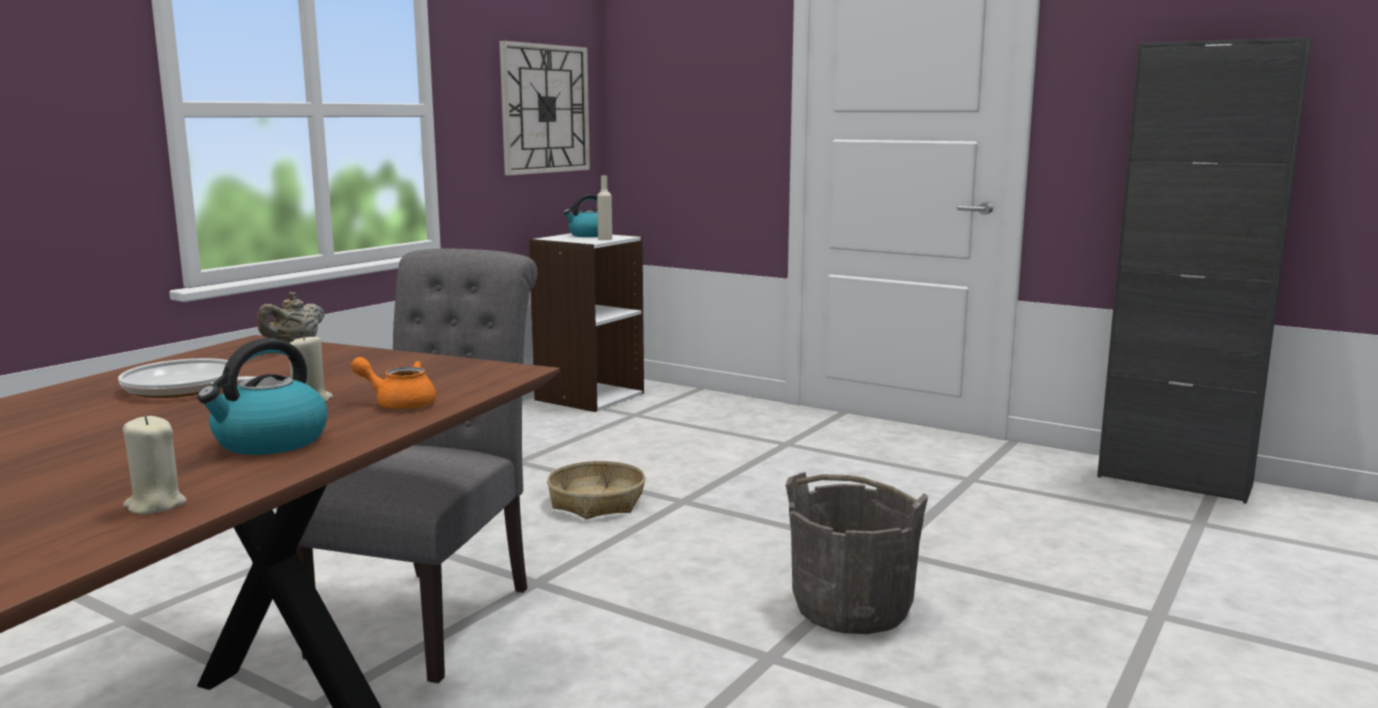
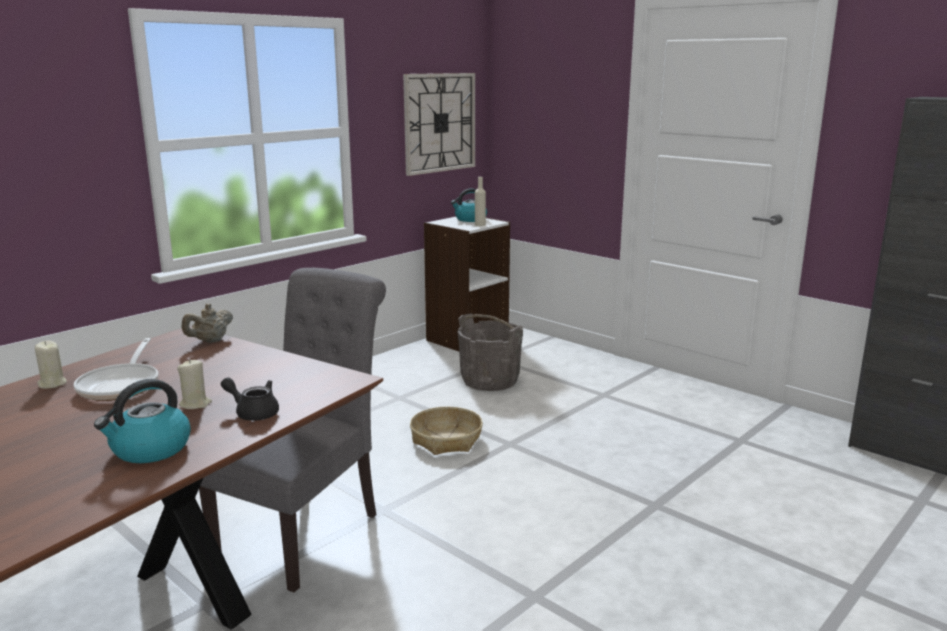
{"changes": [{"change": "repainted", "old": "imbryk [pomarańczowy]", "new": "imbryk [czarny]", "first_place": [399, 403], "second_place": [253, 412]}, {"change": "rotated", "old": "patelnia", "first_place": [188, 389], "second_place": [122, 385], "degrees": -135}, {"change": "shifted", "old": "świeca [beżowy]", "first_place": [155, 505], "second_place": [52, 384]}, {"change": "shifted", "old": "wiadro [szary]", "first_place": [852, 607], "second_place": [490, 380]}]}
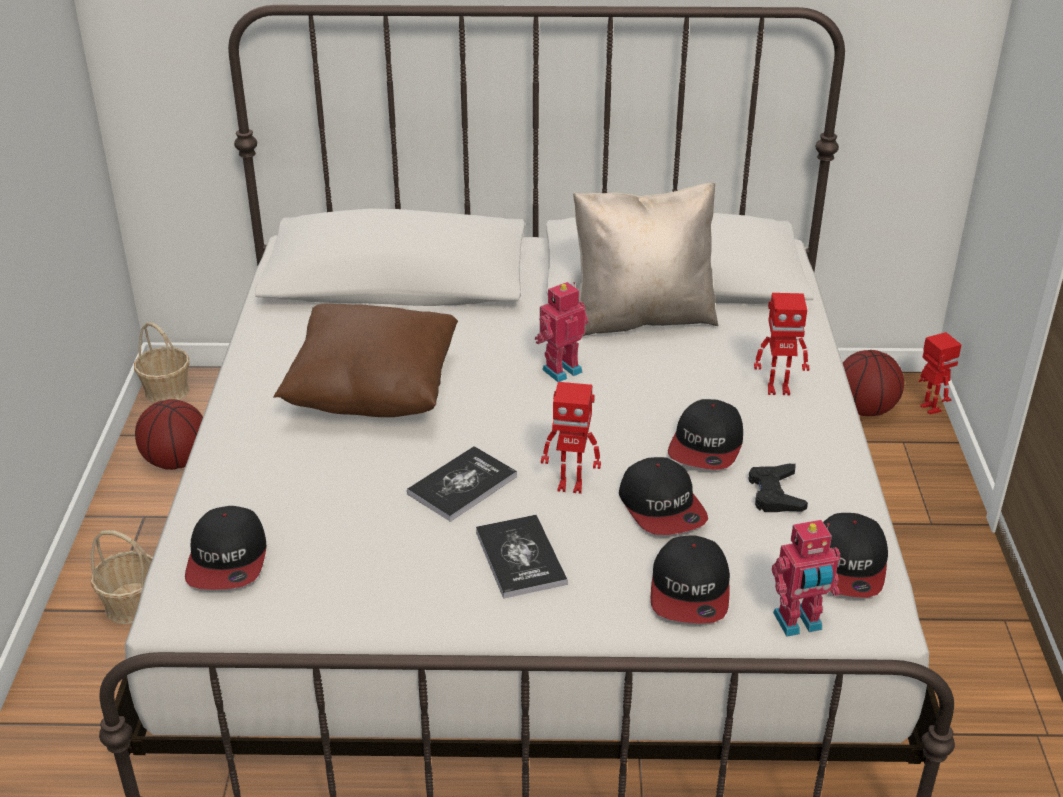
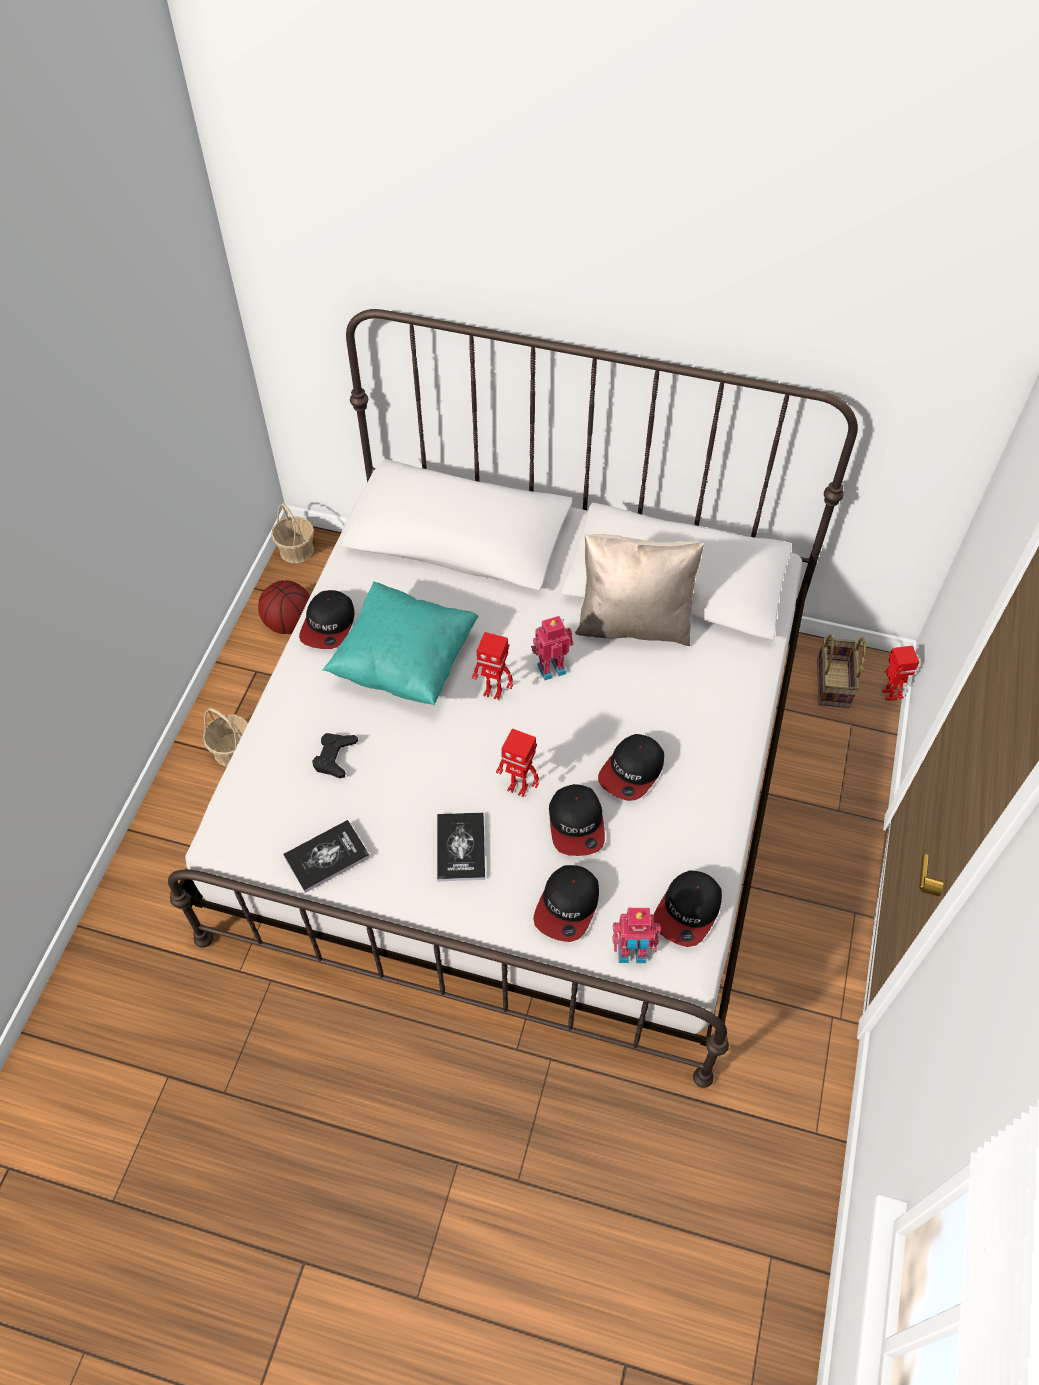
{"changes": [{"change": "shifted", "old": "robot zabawkowy", "first_place": [778, 389], "second_place": [493, 692]}, {"change": "repainted", "old": "poduszka [brązowy]", "new": "poduszka [turkusowy]", "first_place": [373, 393], "second_place": [405, 662]}, {"change": "swapped", "old": "piłka do koszykówki", "new": "koszyk", "first_place": [865, 410], "second_place": [834, 684]}, {"change": "shifted", "old": "książka", "first_place": [462, 485], "second_place": [327, 856]}, {"change": "shifted", "old": "pad do gier [czarny]", "first_place": [775, 494], "second_place": [335, 757]}, {"change": "shifted", "old": "czapka z daszkiem", "first_place": [228, 559], "second_place": [328, 625]}]}
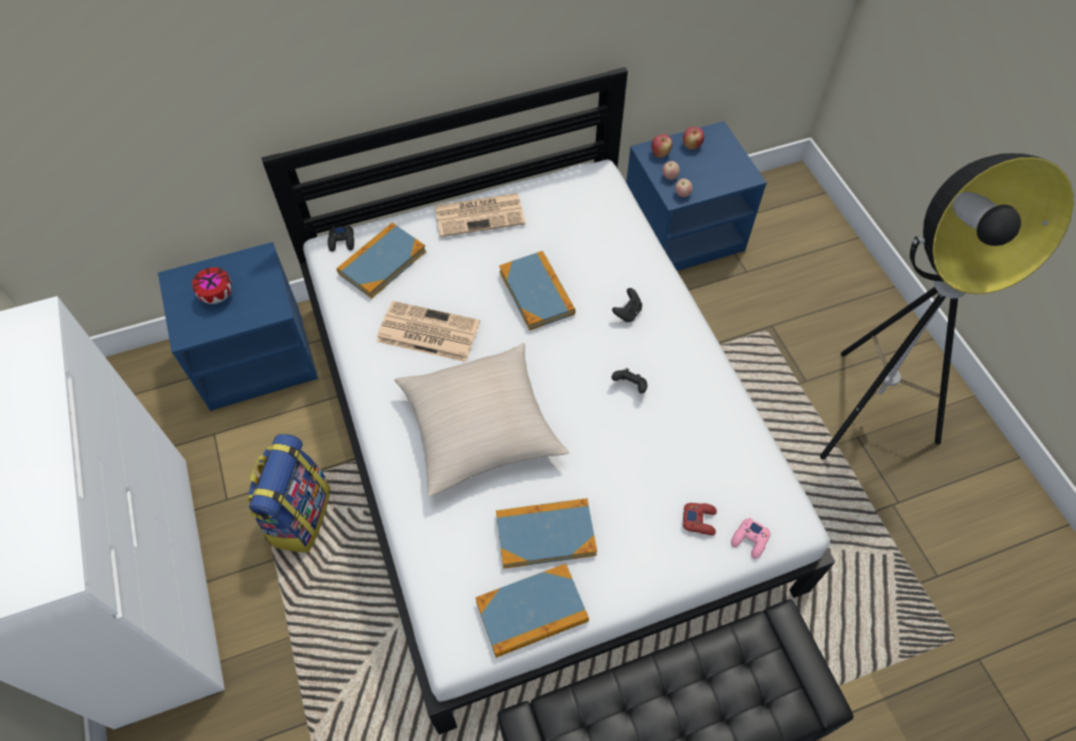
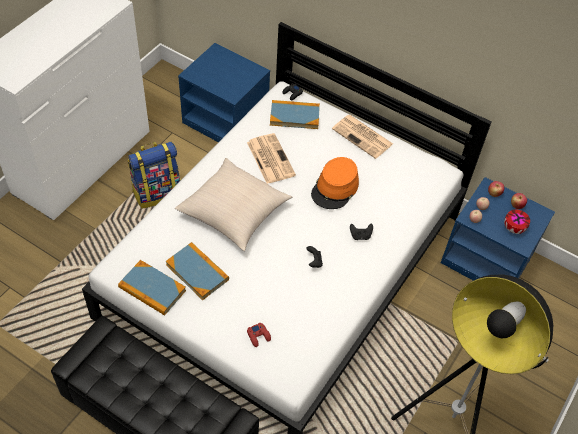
{"changes": [{"change": "swapped", "old": "książka", "new": "kapelusz [pomarańczowy]", "first_place": [536, 292], "second_place": [335, 188]}, {"change": "shifted", "old": "miska", "first_place": [217, 296], "second_place": [513, 228]}, {"change": "gone", "old": "pad do gier [różowy]", "first_place": [750, 540]}]}
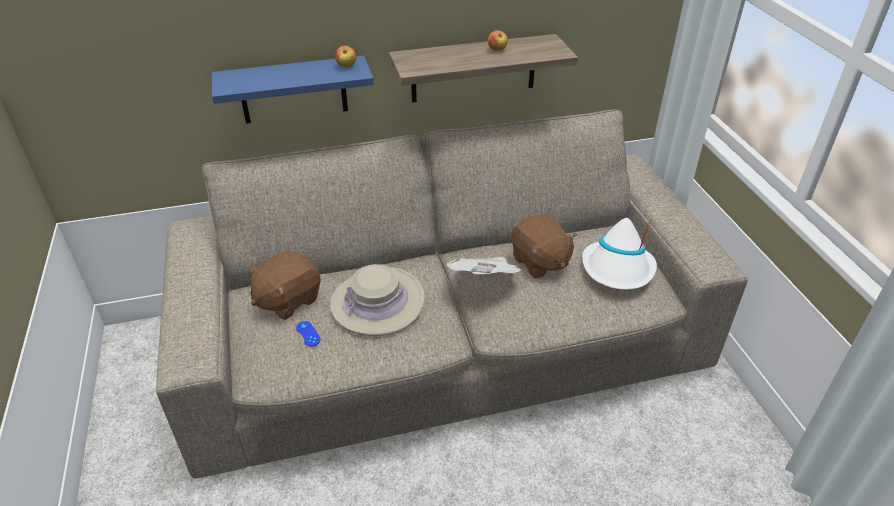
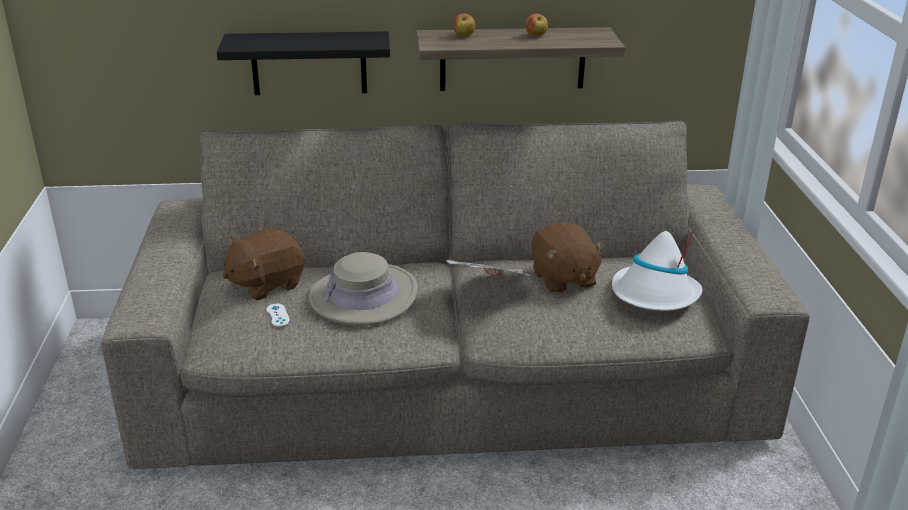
{"changes": [{"change": "shifted", "old": "jabłko", "first_place": [346, 66], "second_place": [464, 35]}, {"change": "repainted", "old": "półka [niebieski]", "new": "półka [czarny]", "first_place": [293, 90], "second_place": [309, 63]}, {"change": "repainted", "old": "pad do gier [niebieski]", "new": "pad do gier [biały]", "first_place": [308, 334], "second_place": [278, 315]}]}
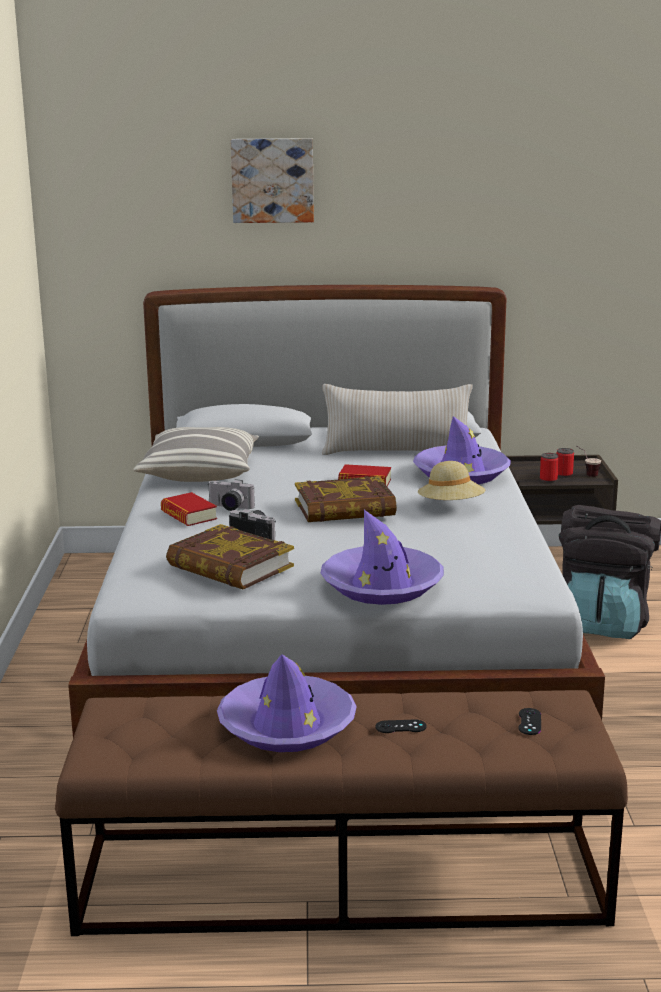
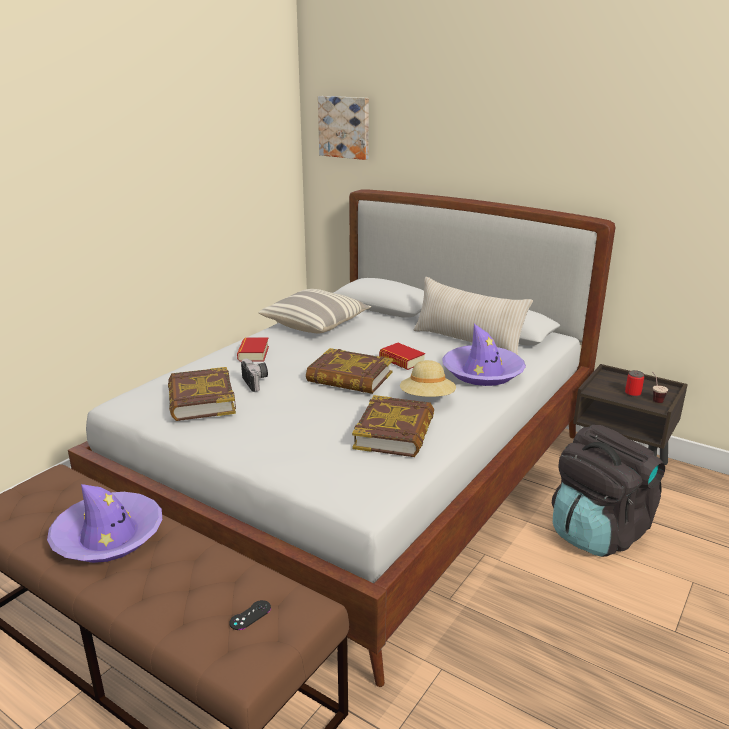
{"changes": [{"change": "shifted", "old": "obraz", "first_place": [272, 180], "second_place": [345, 127]}, {"change": "gone", "old": "puszka", "first_place": [548, 480]}, {"change": "gone", "old": "aparat fotograficzny", "first_place": [229, 508]}, {"change": "gone", "old": "kapelusz [fioletowy]", "first_place": [382, 586]}, {"change": "gone", "old": "pad do gier [czarny]", "first_place": [400, 727]}, {"change": "new", "new": "książka", "second_place": [395, 432]}]}
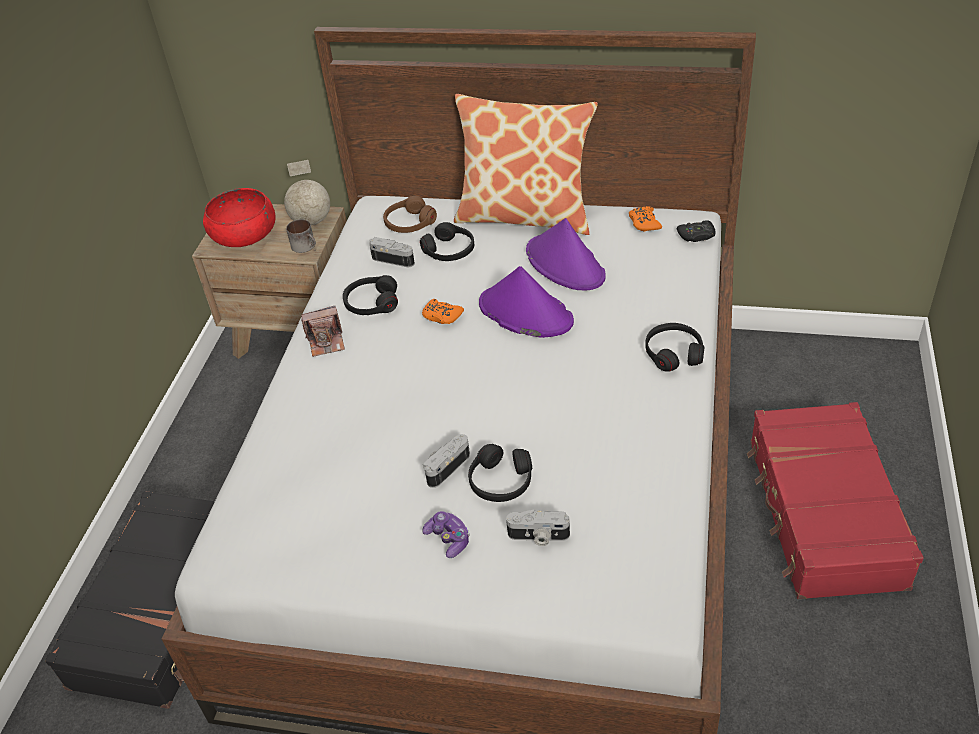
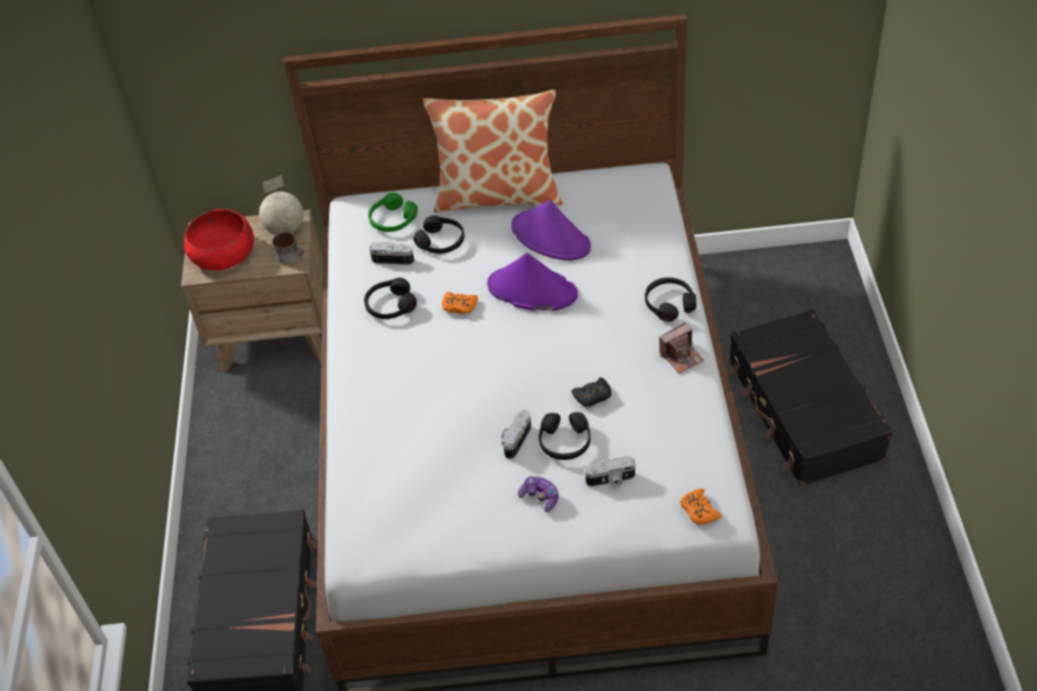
{"changes": [{"change": "repainted", "old": "słuchawki [brązowy]", "new": "słuchawki [zielony]", "first_place": [409, 223], "second_place": [392, 220]}, {"change": "shifted", "old": "pad do gier [pomarańczowy]", "first_place": [644, 223], "second_place": [699, 510]}, {"change": "shifted", "old": "pad do gier [czarny]", "first_place": [696, 235], "second_place": [593, 396]}, {"change": "shifted", "old": "aparat fotograficzny", "first_place": [326, 342], "second_place": [681, 356]}, {"change": "repainted", "old": "walizka [czerwony]", "new": "walizka [czarny]", "first_place": [823, 513], "second_place": [803, 410]}]}
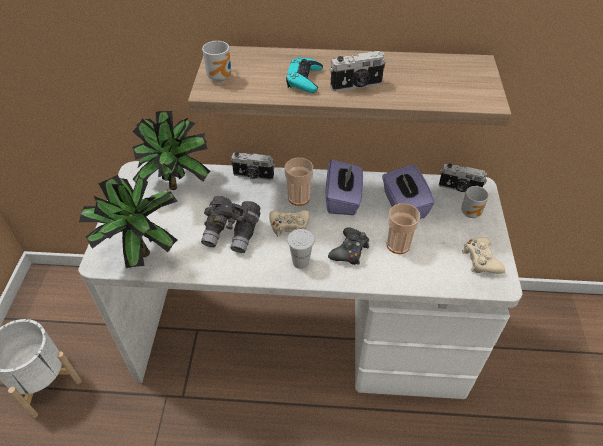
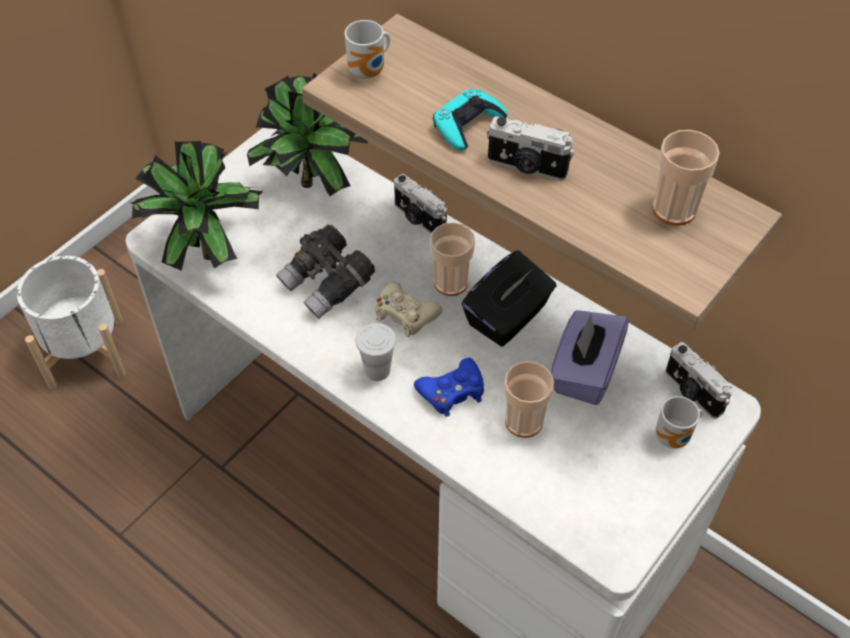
{"changes": [{"change": "repainted", "old": "pudełko chusteczek [fioletowy]", "new": "pudełko chusteczek [czarny]", "first_place": [343, 199], "second_place": [508, 317]}, {"change": "repainted", "old": "pad do gier [czarny]", "new": "pad do gier [niebieski]", "first_place": [349, 250], "second_place": [452, 392]}, {"change": "gone", "old": "pad do gier [beżowy]", "first_place": [481, 260]}, {"change": "new", "new": "filiżanka", "second_place": [674, 209]}]}
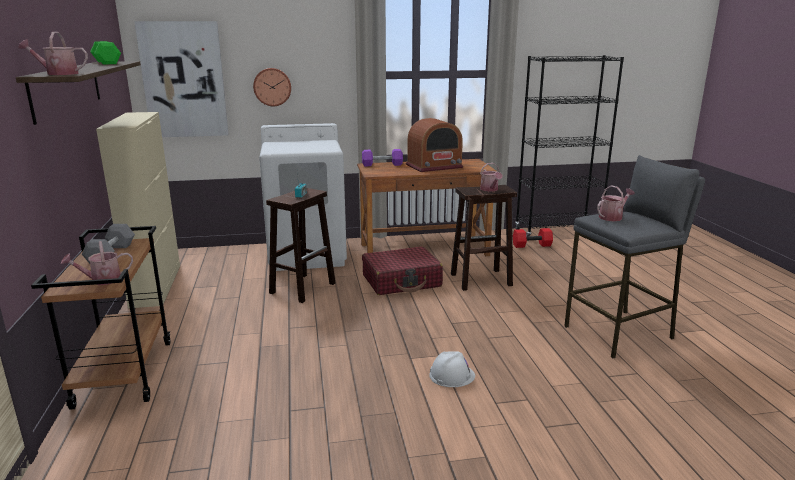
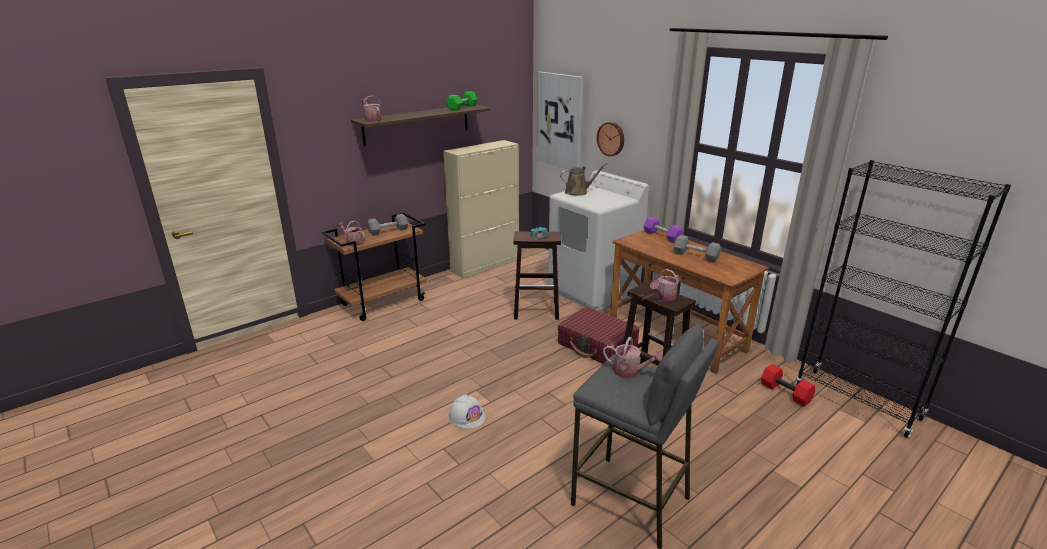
{"changes": [{"change": "swapped", "old": "radio", "new": "hantel [szary]", "first_place": [434, 166], "second_place": [695, 256]}, {"change": "new", "new": "konewka [brązowy]", "second_place": [578, 192]}]}
